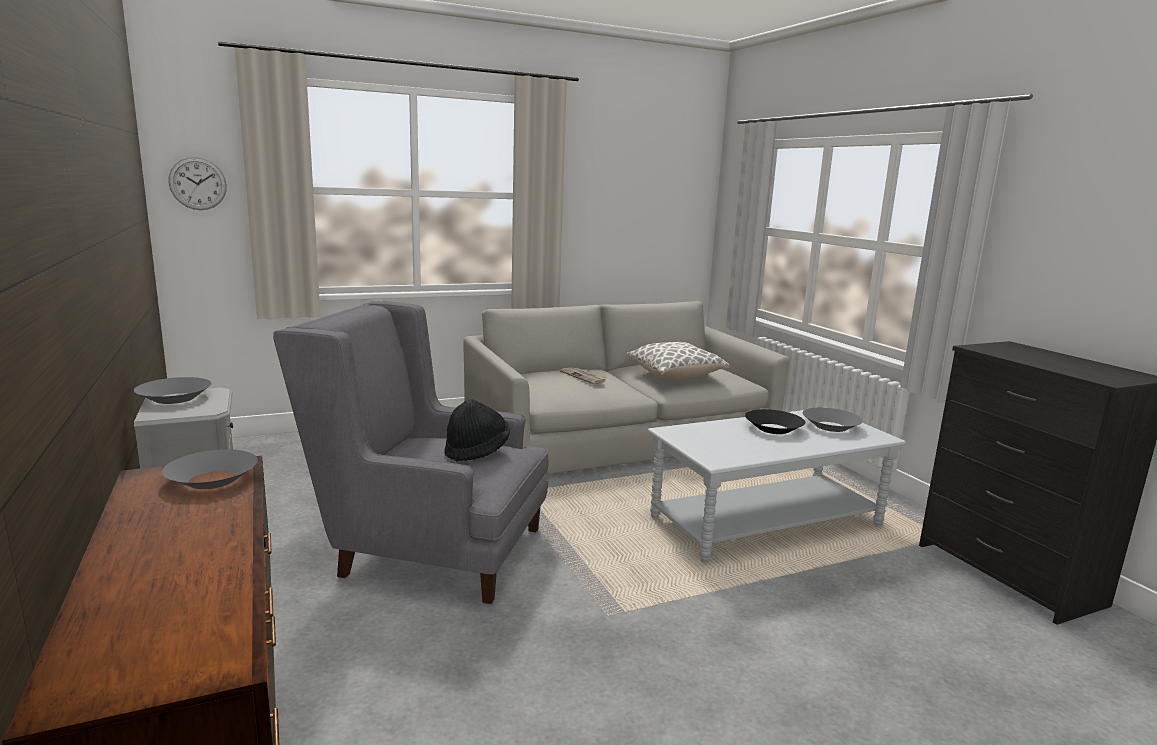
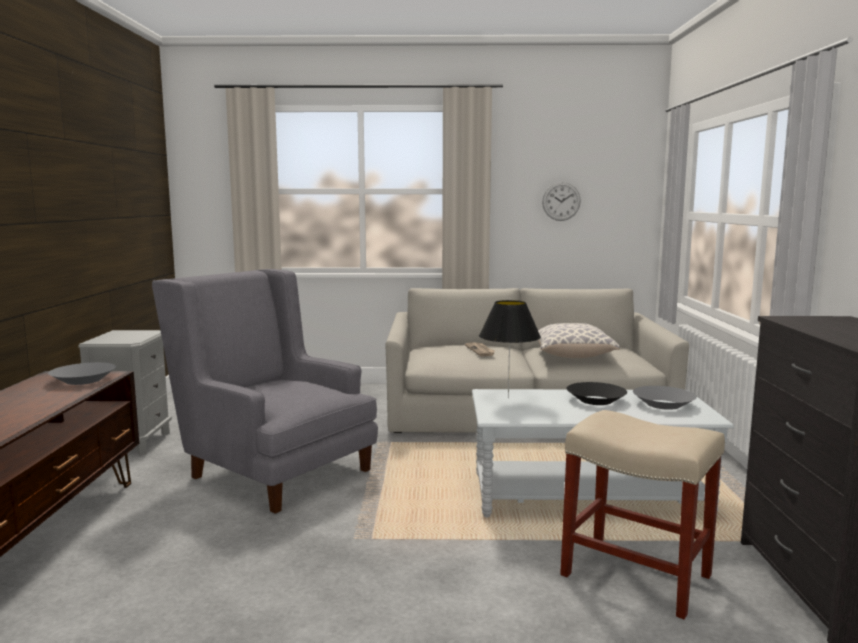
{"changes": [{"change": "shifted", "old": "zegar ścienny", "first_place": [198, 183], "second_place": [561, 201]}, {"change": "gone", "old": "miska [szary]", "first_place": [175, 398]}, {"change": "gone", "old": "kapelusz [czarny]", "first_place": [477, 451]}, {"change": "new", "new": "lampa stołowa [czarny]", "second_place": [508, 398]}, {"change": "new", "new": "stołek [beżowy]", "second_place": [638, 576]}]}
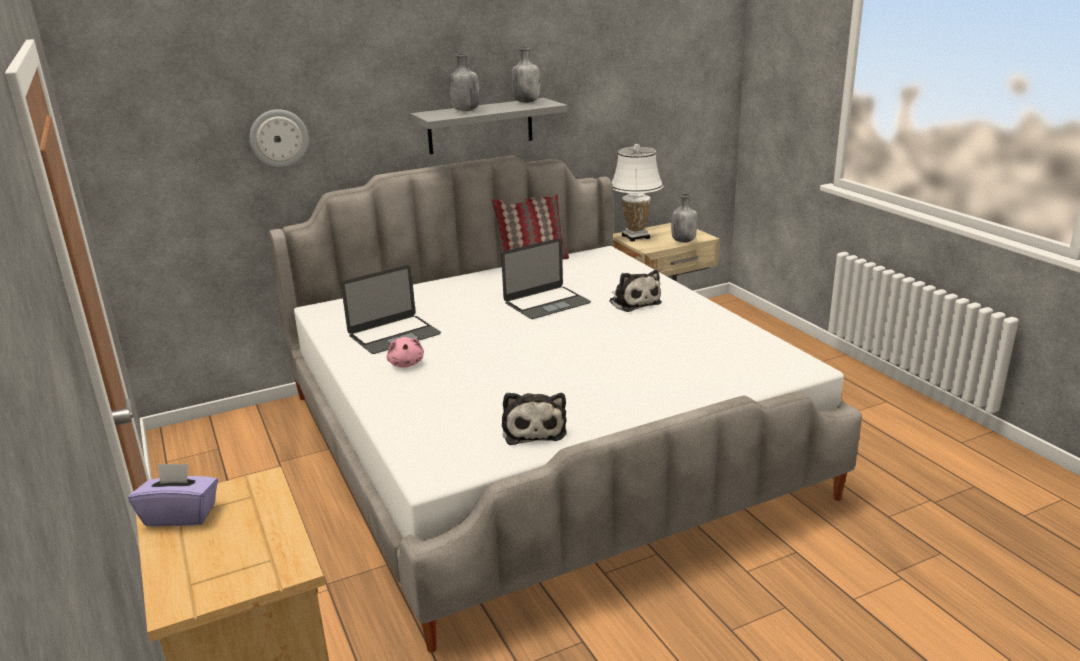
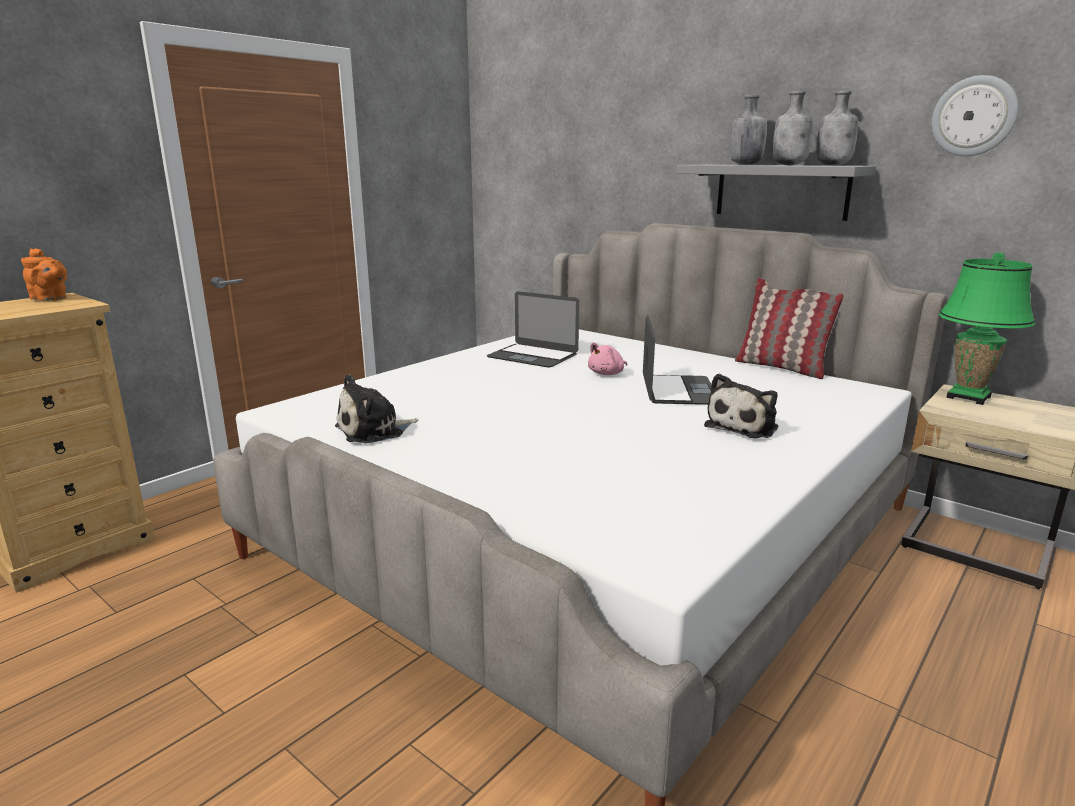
{"changes": [{"change": "shifted", "old": "zegar ścienny", "first_place": [279, 138], "second_place": [973, 116]}, {"change": "repainted", "old": "lampa stołowa [biały]", "new": "lampa stołowa [zielony]", "first_place": [635, 237], "second_place": [968, 397]}, {"change": "shifted", "old": "butelka [szary]", "first_place": [683, 241], "second_place": [790, 165]}, {"change": "rotated", "old": "laptop", "first_place": [547, 303], "second_place": [678, 390], "degrees": -120}, {"change": "shifted", "old": "pluszak [różowy]", "first_place": [406, 364], "second_place": [607, 374]}, {"change": "swapped", "old": "pudełko chusteczek [fioletowy]", "new": "imbryk [pomarańczowy]", "first_place": [181, 515], "second_place": [50, 299]}]}
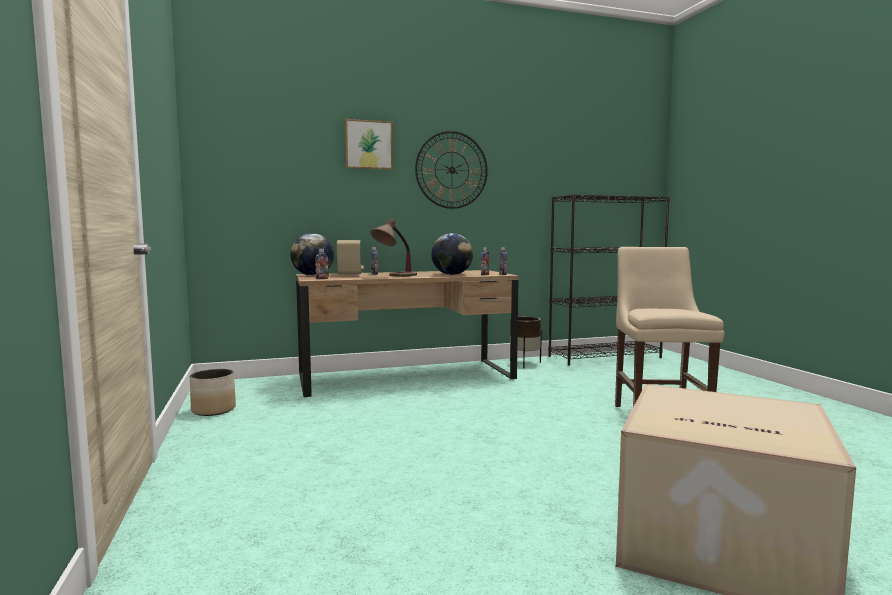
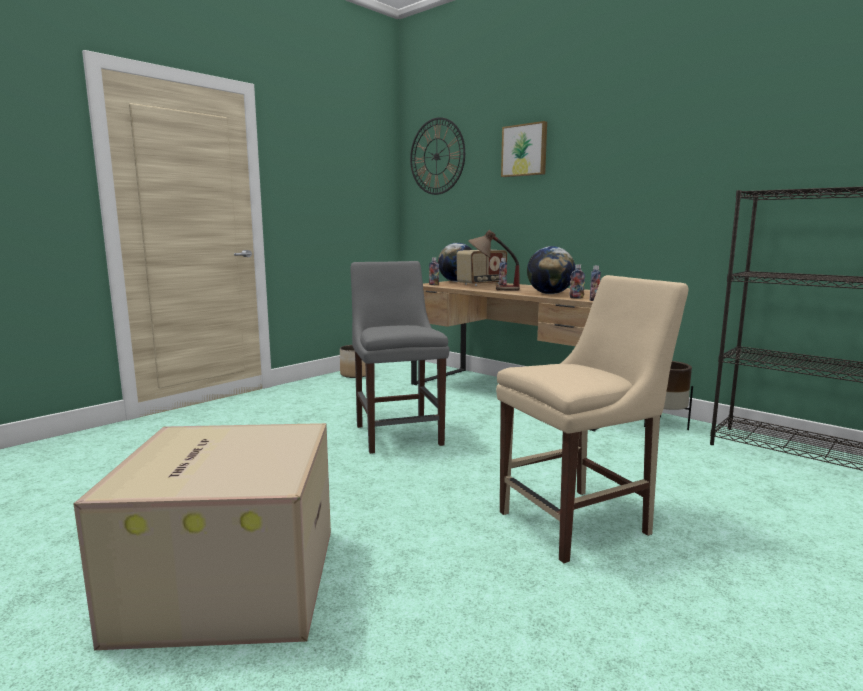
{"changes": [{"change": "shifted", "old": "zegar ścienny", "first_place": [451, 170], "second_place": [436, 156]}, {"change": "new", "new": "krzesło [szary]", "second_place": [398, 433]}]}
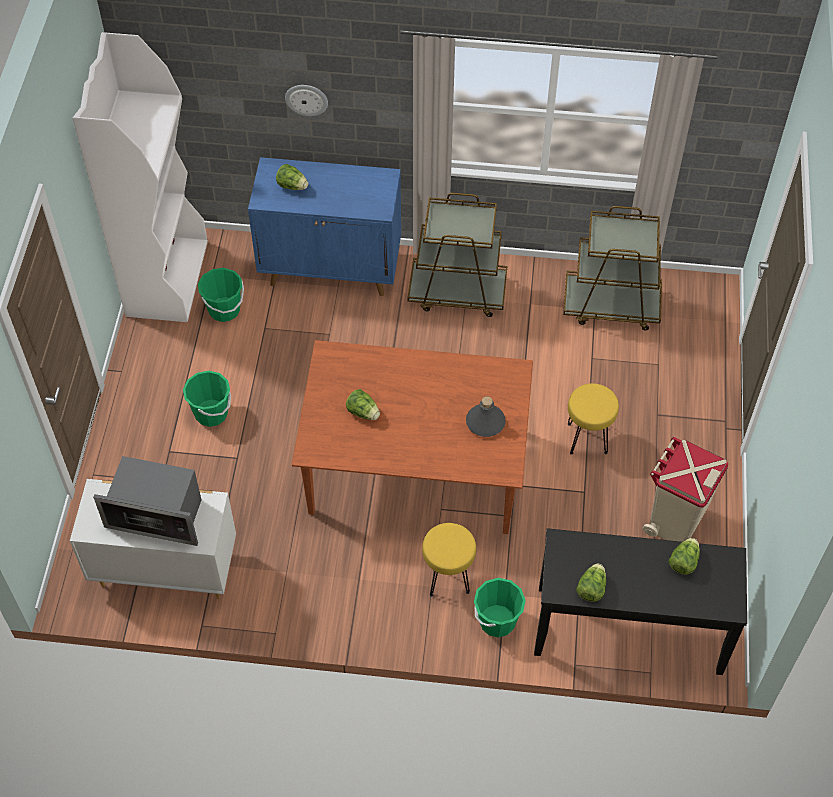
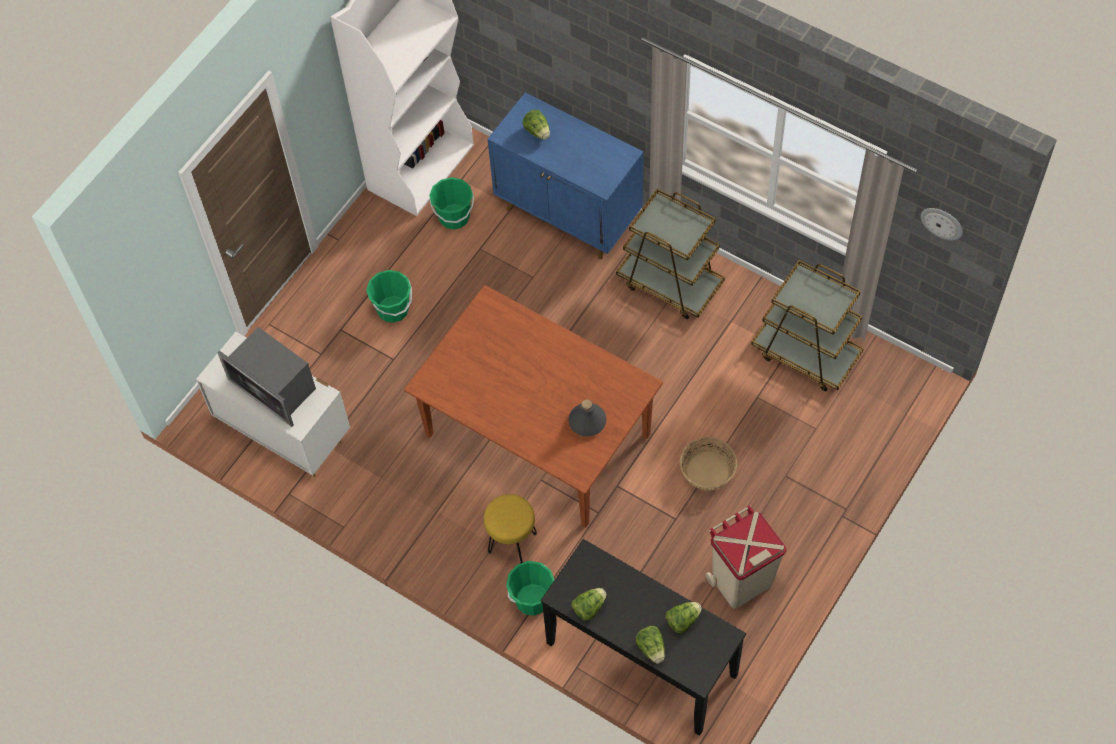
{"changes": [{"change": "shifted", "old": "zegar ścienny", "first_place": [306, 99], "second_place": [942, 222]}, {"change": "swapped", "old": "stołek [żółty]", "new": "koszyk", "first_place": [587, 438], "second_place": [707, 471]}, {"change": "shifted", "old": "sałata", "first_place": [363, 412], "second_place": [651, 648]}]}
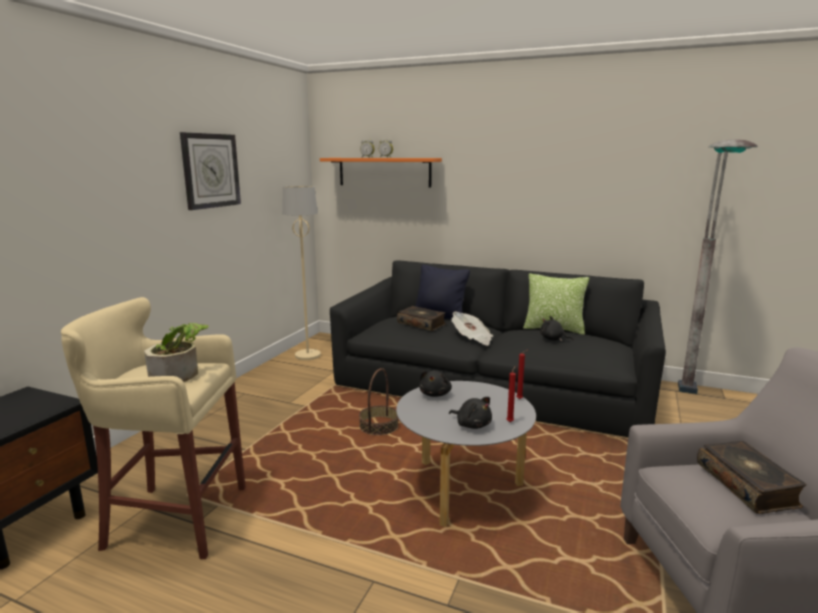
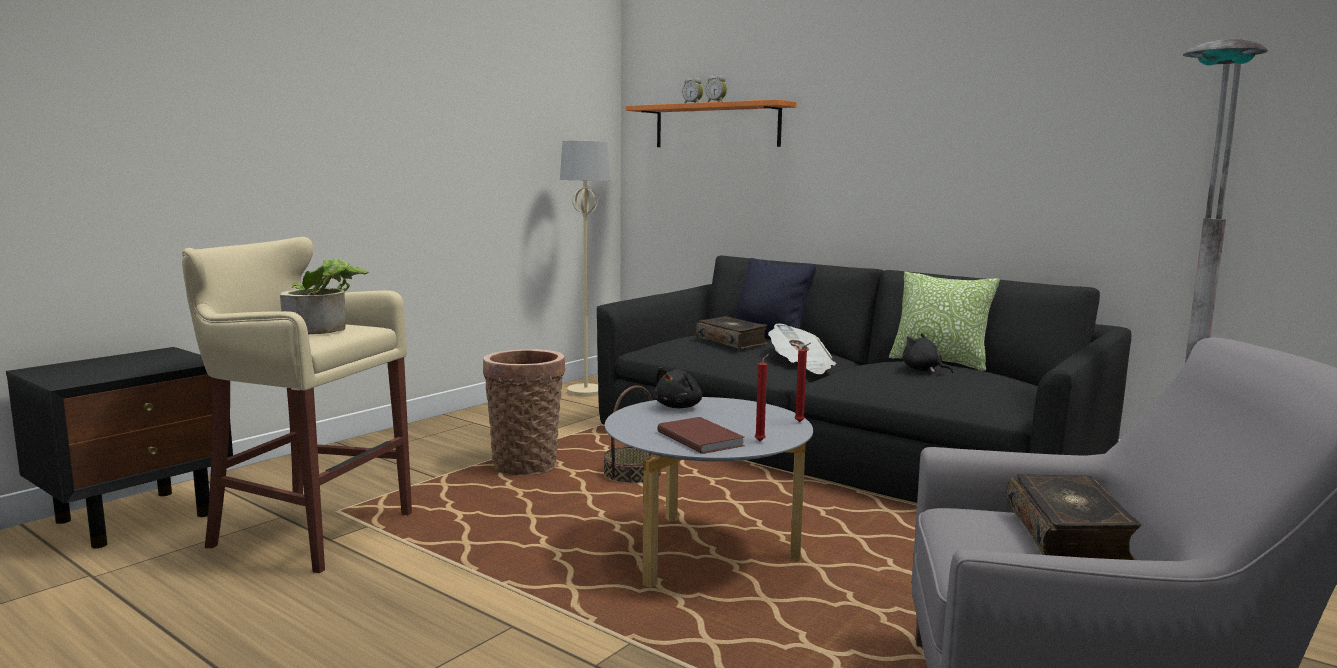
{"changes": [{"change": "gone", "old": "zegar ścienny", "first_place": [210, 170]}, {"change": "swapped", "old": "pluszak [czarny]", "new": "książka [brązowy]", "first_place": [472, 425], "second_place": [701, 438]}, {"change": "new", "new": "koszyk", "second_place": [525, 465]}]}
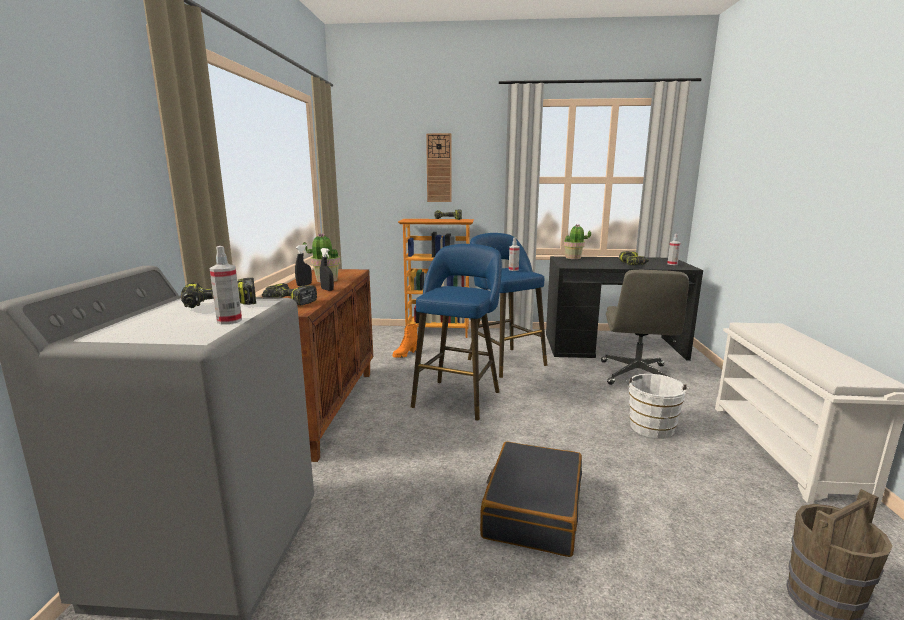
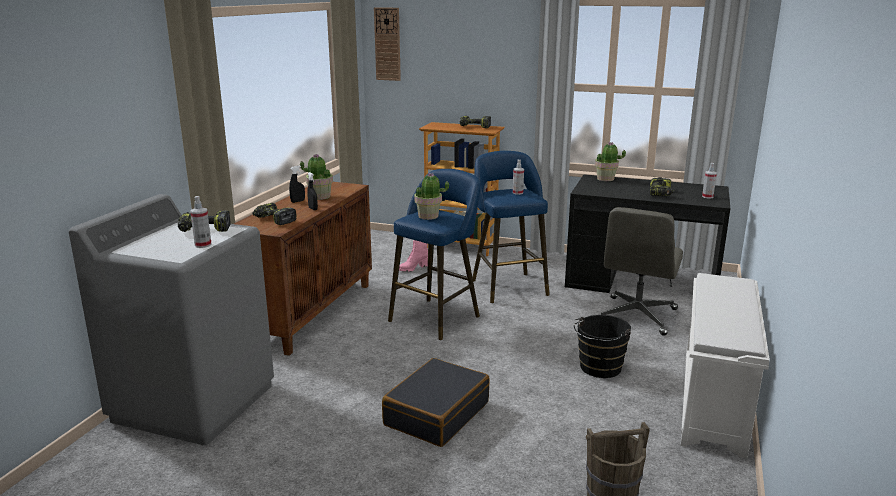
{"changes": [{"change": "shifted", "old": "zegar ścienny", "first_place": [439, 168], "second_place": [387, 44]}, {"change": "repainted", "old": "but z cholewką [pomarańczowy]", "new": "but z cholewką [różowy]", "first_place": [405, 354], "second_place": [413, 268]}, {"change": "repainted", "old": "wiadro [biały]", "new": "wiadro [czarny]", "first_place": [651, 429], "second_place": [598, 369]}, {"change": "new", "new": "roślina doniczkowa", "second_place": [428, 216]}]}
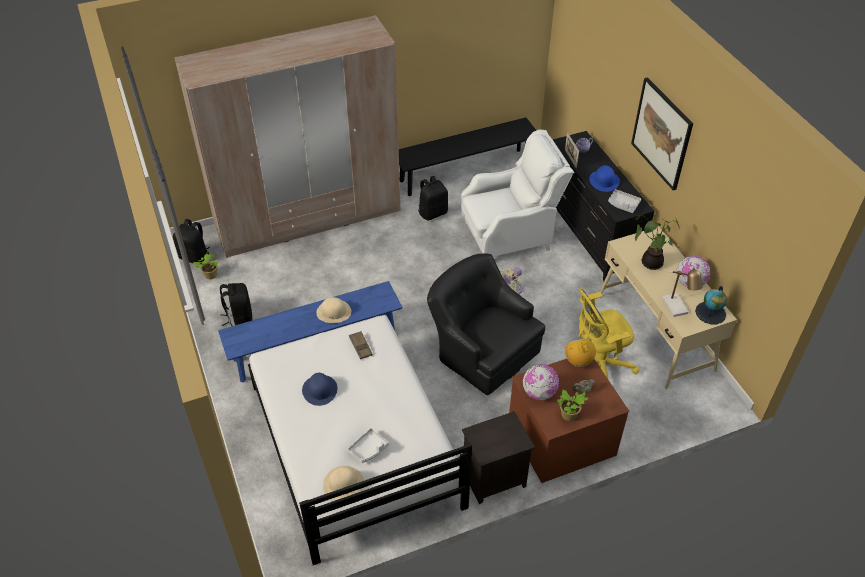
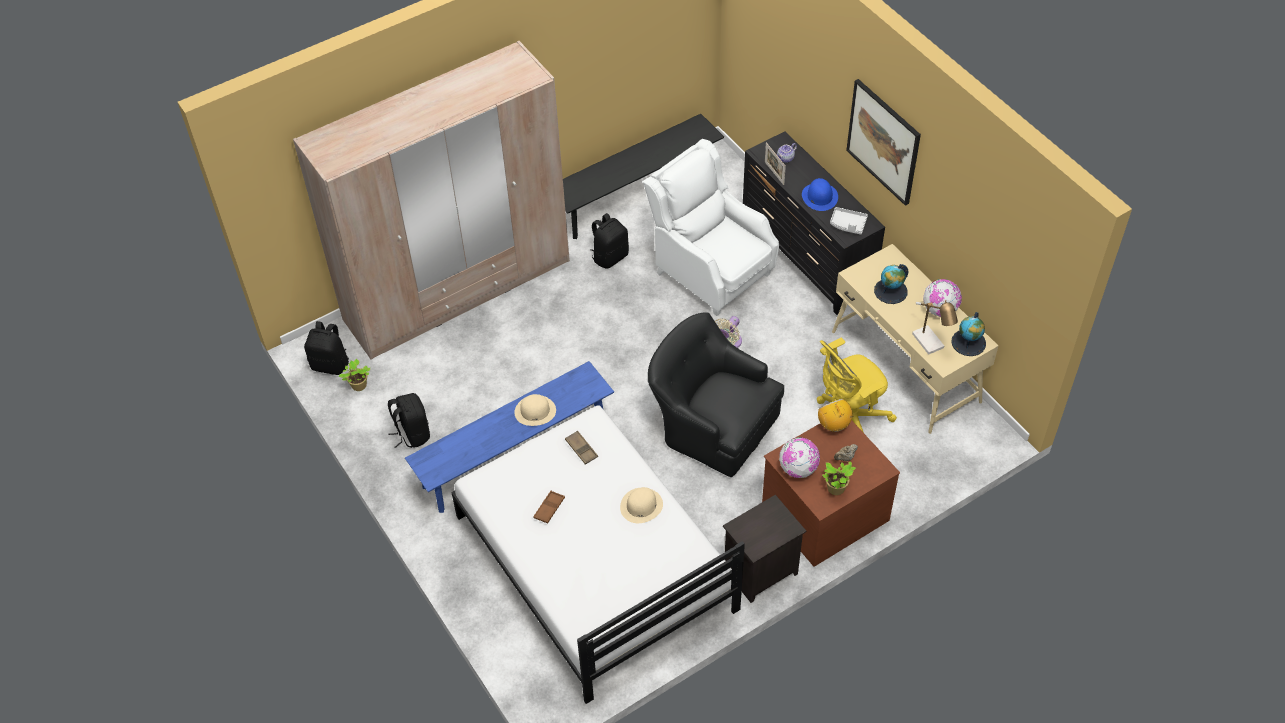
{"changes": [{"change": "rotated", "old": "fotel [biały]", "first_place": [510, 234], "second_place": [711, 271], "degrees": -105}, {"change": "swapped", "old": "roślina doniczkowa", "new": "globus", "first_place": [650, 262], "second_place": [890, 291]}, {"change": "swapped", "old": "kapelusz [niebieski]", "new": "taca [brązowy]", "first_place": [319, 389], "second_place": [549, 508]}, {"change": "gone", "old": "taca [biały]", "first_place": [368, 449]}, {"change": "shifted", "old": "kapelusz [beżowy]", "first_place": [343, 483], "second_place": [641, 506]}]}
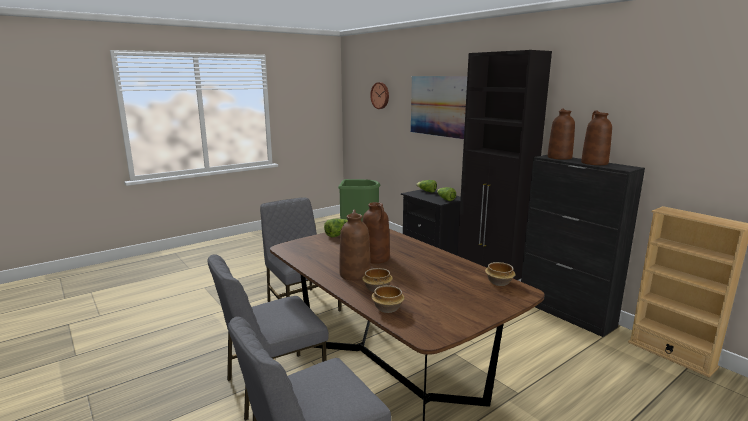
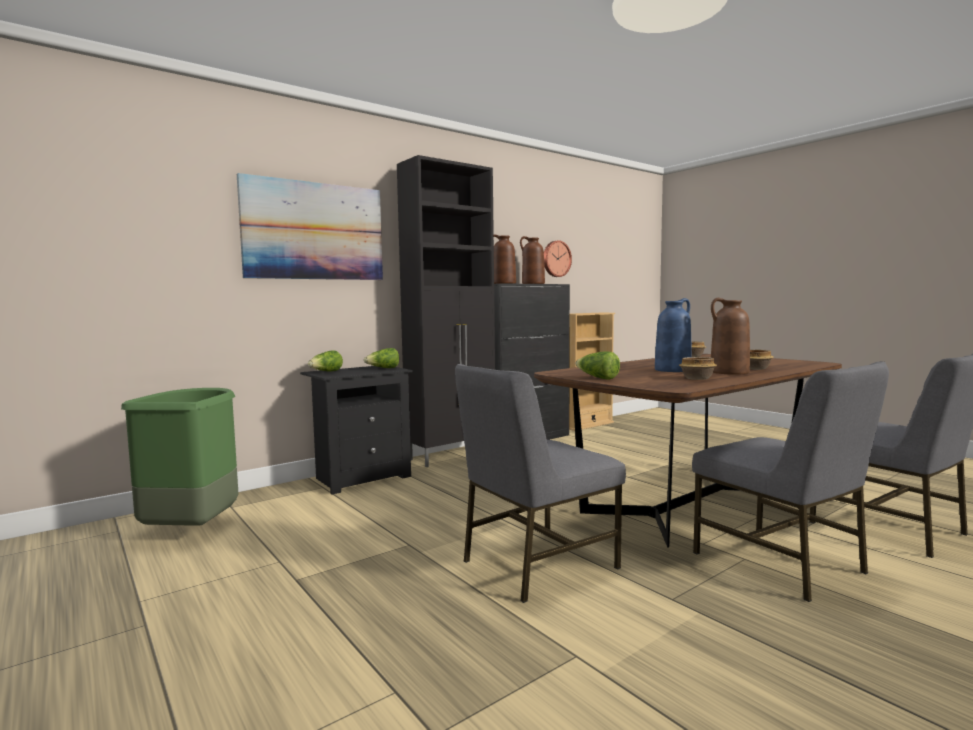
{"changes": [{"change": "shifted", "old": "zegar ścienny", "first_place": [380, 95], "second_place": [556, 259]}, {"change": "repainted", "old": "wazon [brązowy]", "new": "wazon [niebieski]", "first_place": [376, 258], "second_place": [672, 370]}, {"change": "shifted", "old": "miska", "first_place": [387, 308], "second_place": [697, 378]}]}
